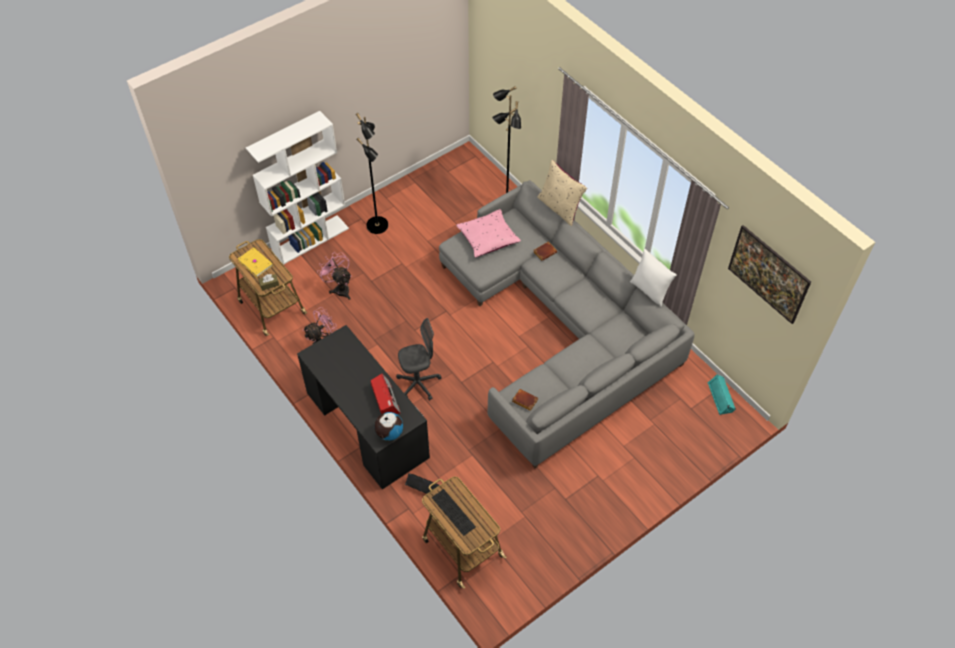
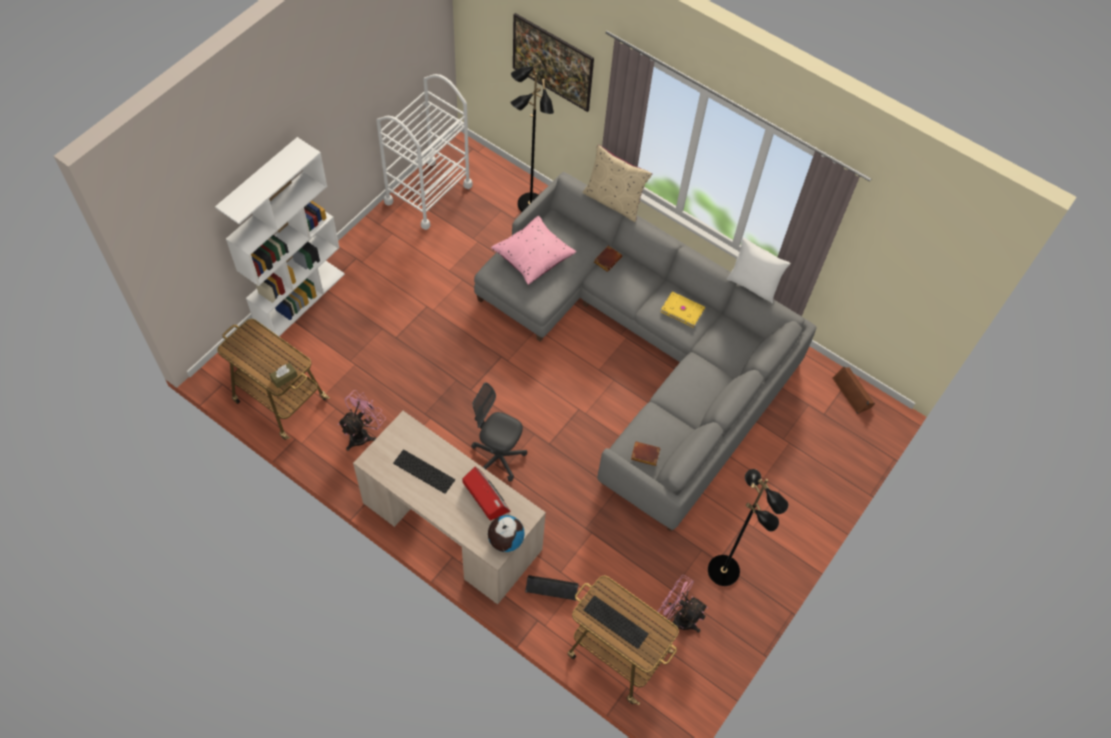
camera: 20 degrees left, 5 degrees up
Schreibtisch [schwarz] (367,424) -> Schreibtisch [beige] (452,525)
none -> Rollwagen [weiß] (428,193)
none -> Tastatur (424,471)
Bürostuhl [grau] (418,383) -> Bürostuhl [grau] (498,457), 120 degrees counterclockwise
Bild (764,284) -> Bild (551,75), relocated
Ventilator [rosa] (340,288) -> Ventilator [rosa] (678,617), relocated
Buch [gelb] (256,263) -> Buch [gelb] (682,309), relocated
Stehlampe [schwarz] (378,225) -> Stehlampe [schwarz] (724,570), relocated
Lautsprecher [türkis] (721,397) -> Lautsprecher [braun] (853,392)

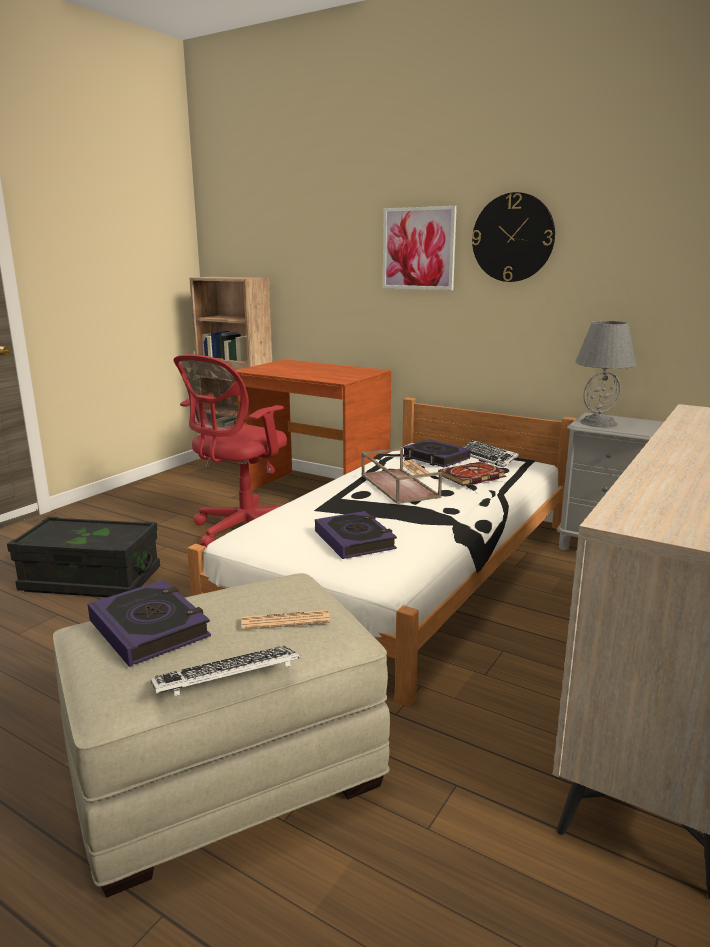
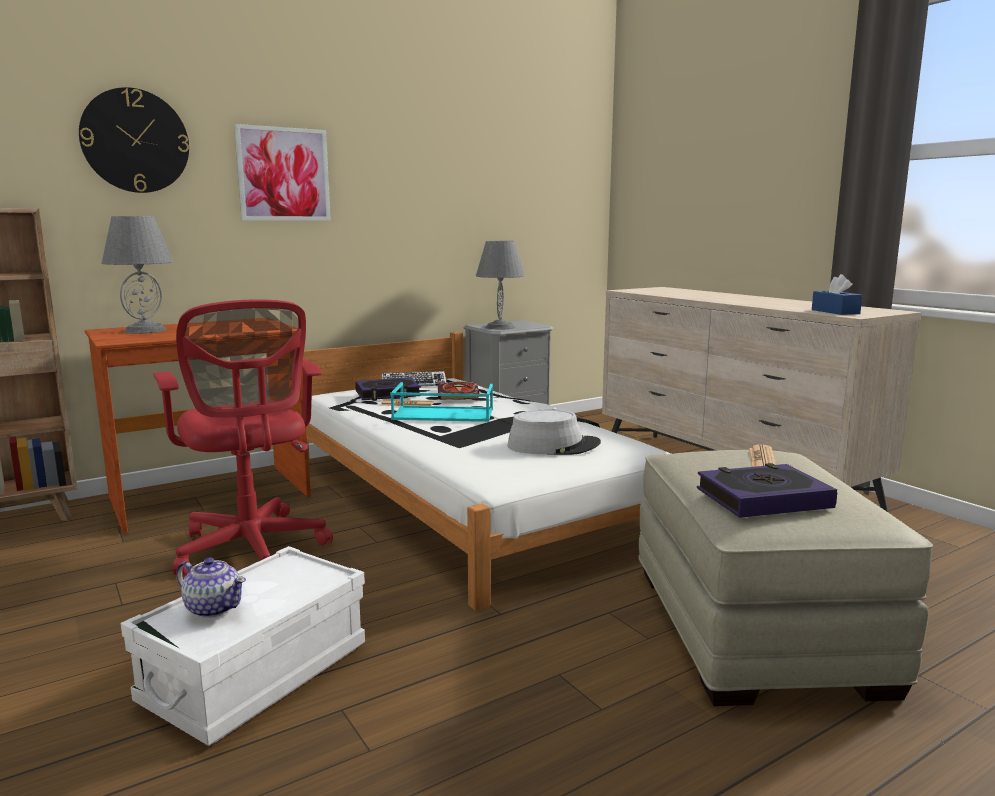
camera: 65 degrees left, 5 degrees down
Wanduhr (513,238) -> Wanduhr (135,141), relocated
none -> Tischlampe [grau] (145,330)
Aufbewahrungsbox [schwarz] (91,580) -> Aufbewahrungsbox [weiß] (257,674)
none -> Teekanne (213,608)
Tablett [braun] (398,485) -> Tablett [türkis] (442,414)
Buch (355,540) -> Hut [grau] (553,446)
none -> Taschentuchbox [blau] (835,312)
Tastatur (226,679) -> none

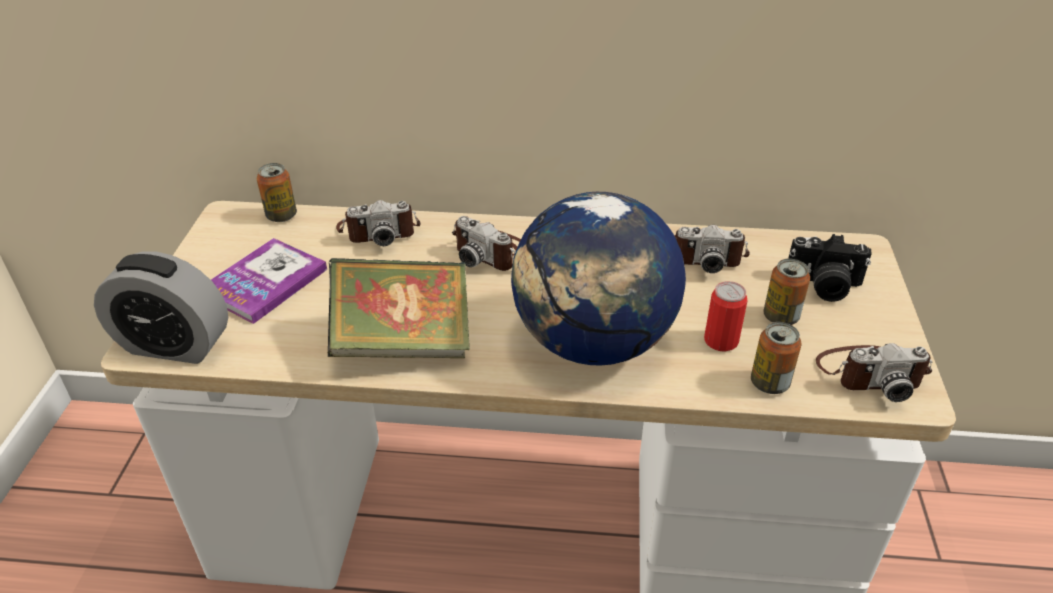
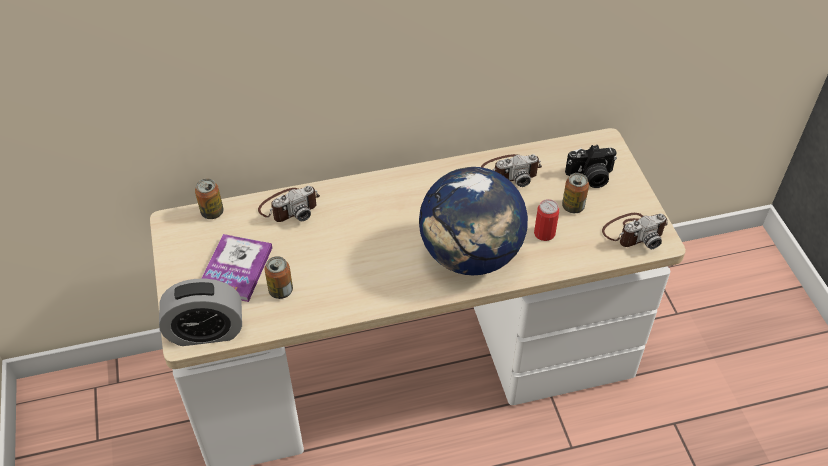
camera: 20 degrees left, 10 degrees up
Dose (769,383) -> Dose (281,290), relocated
Buch (403,343) -> none
Kamera (491,252) -> none

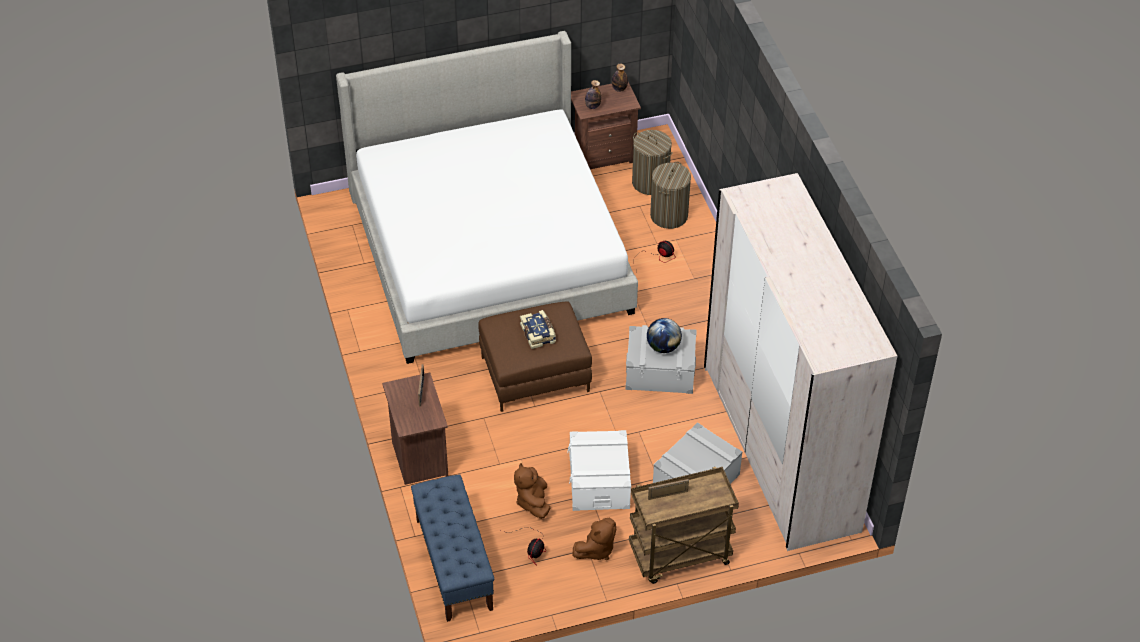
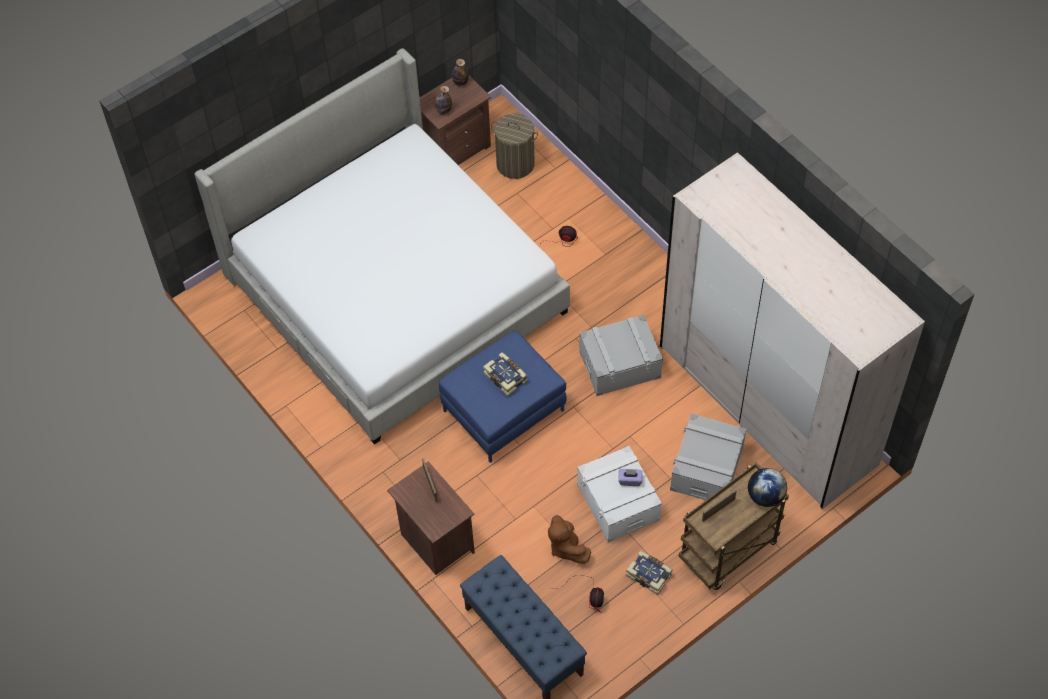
camera: 20 degrees left, 10 degrees up
Polsterhocker [braun] (535,374) -> Polsterhocker [blau] (503,410)
none -> Taschentuchbox [lila] (630,480)
Plüschtier [braun] (596,549) -> Buch (649,574)
Globus (663,347) -> Globus (765,496), relocated
Wäschekorb (669,215) -> none

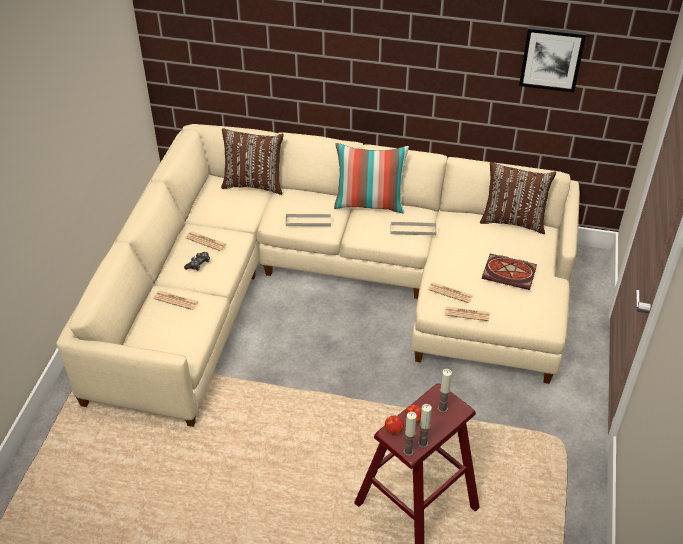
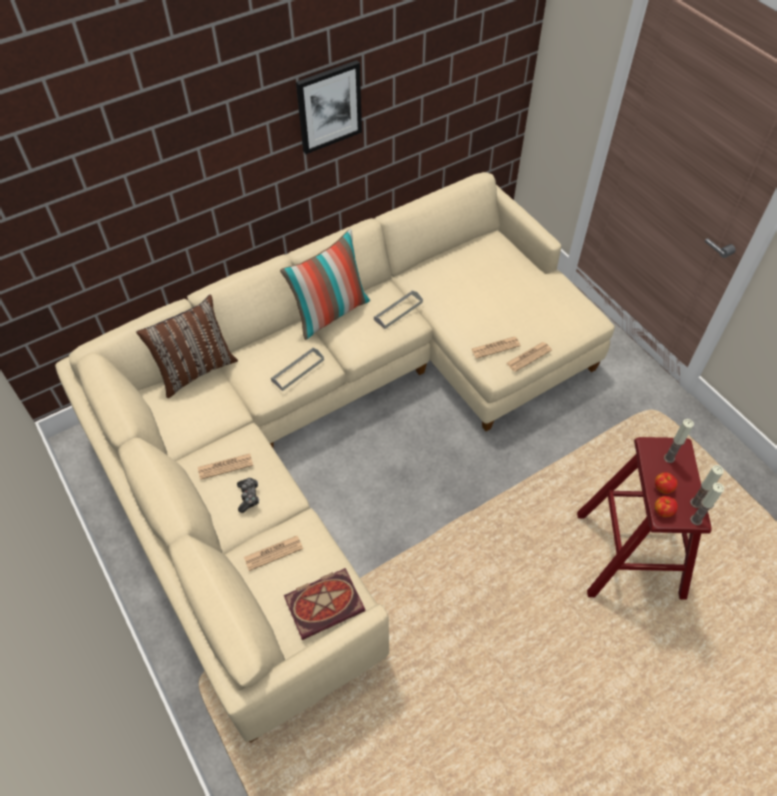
camera: 45 degrees left, 10 degrees up
Buch (510,273) -> Buch (325,602), relocated
Bild (551,58) -> Bild (329,107), relocated
Kissen [braun] (513,221) -> none

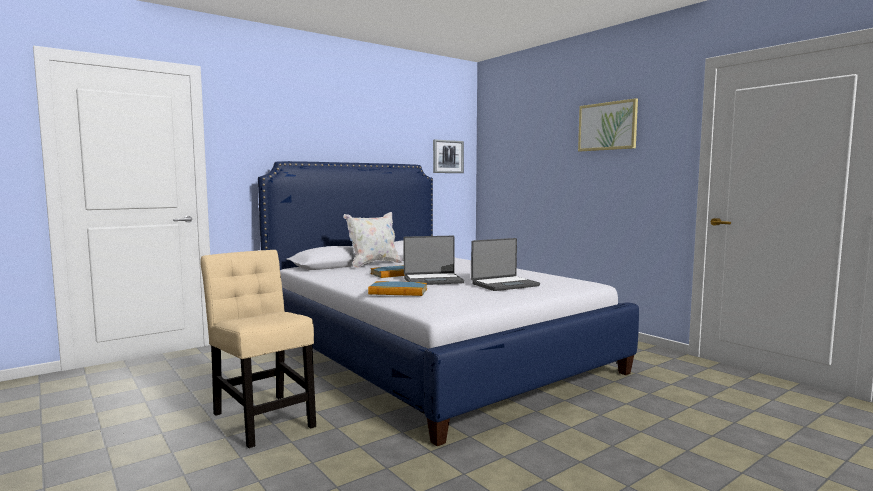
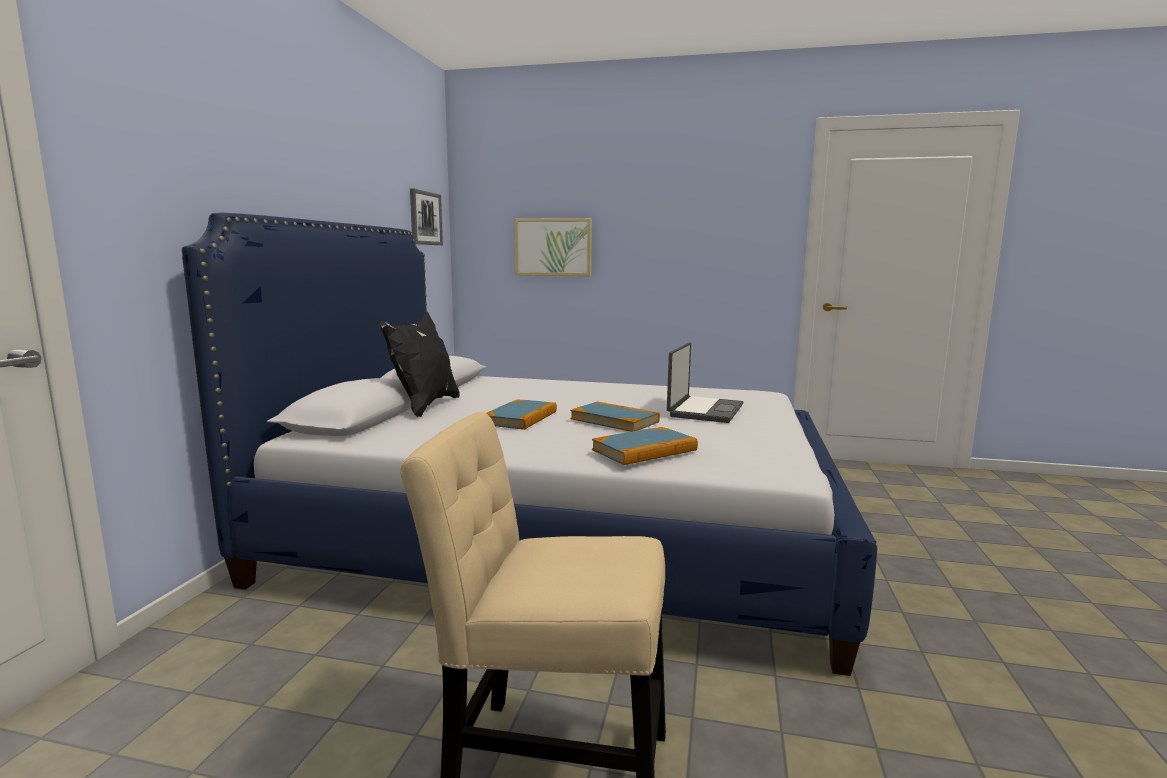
camera: 40 degrees left, 5 degrees up
Kissen [weiß] (373,264) -> Kissen [schwarz] (424,406)
Bild (607,126) -> Bild (553,247), relocated
Laptop (433,280) -> Buch (614,420)

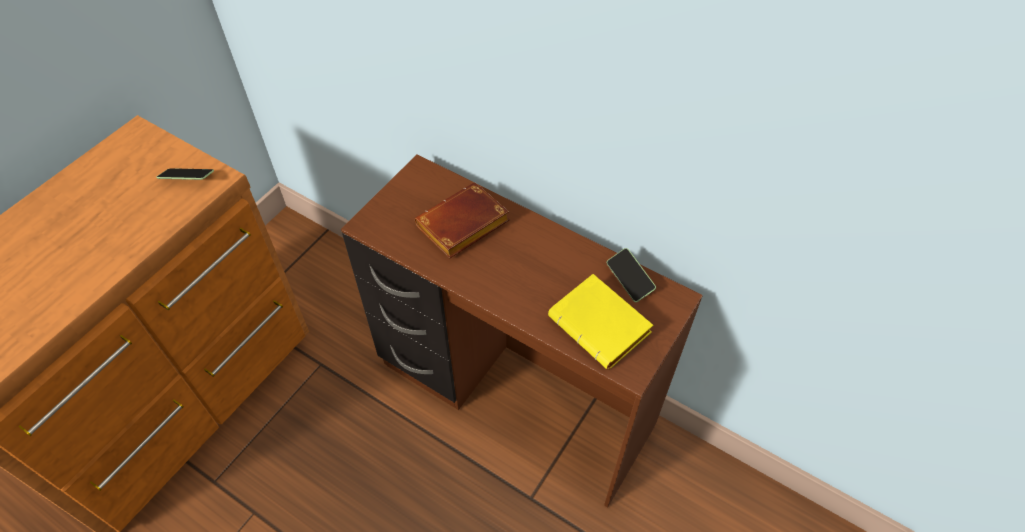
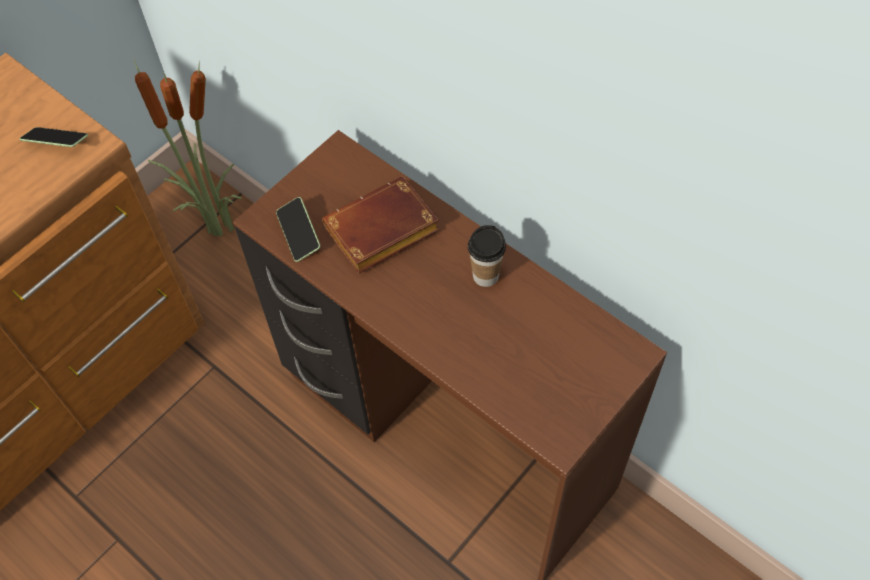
camera: 10 degrees right, 5 degrees up
none -> Topfpflanze (217,229)
Handy (629,279) -> Handy (299,234), relocated
none -> Tasse (485,276)
Buch [gelb] (603,326) -> none

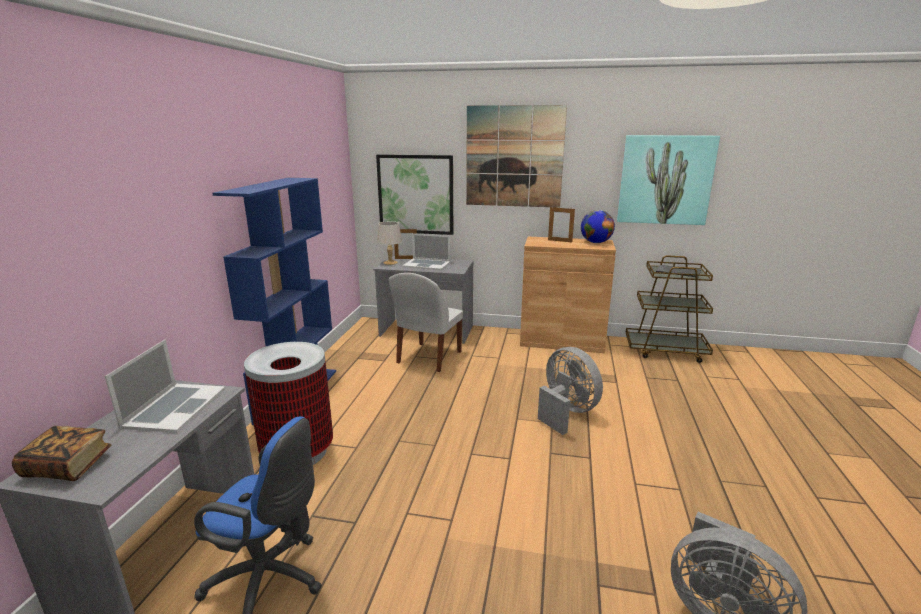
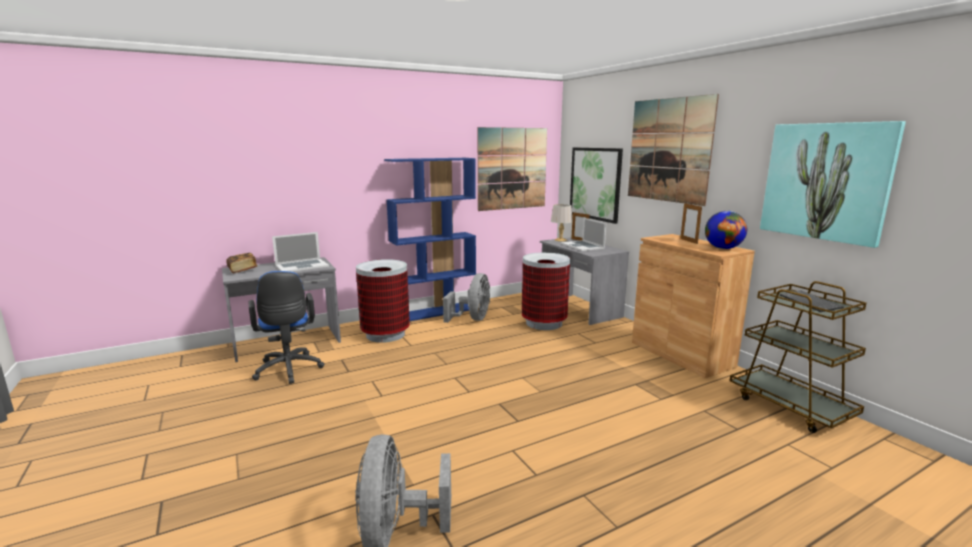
camera: 50 degrees right, 5 degrees down
Ventilator [grau] (566,412) -> Ventilator [grau] (473,319), relocated
none -> Bild (512,168)
Stuhl [weiß] (428,358) -> Mülleimer (543,323)

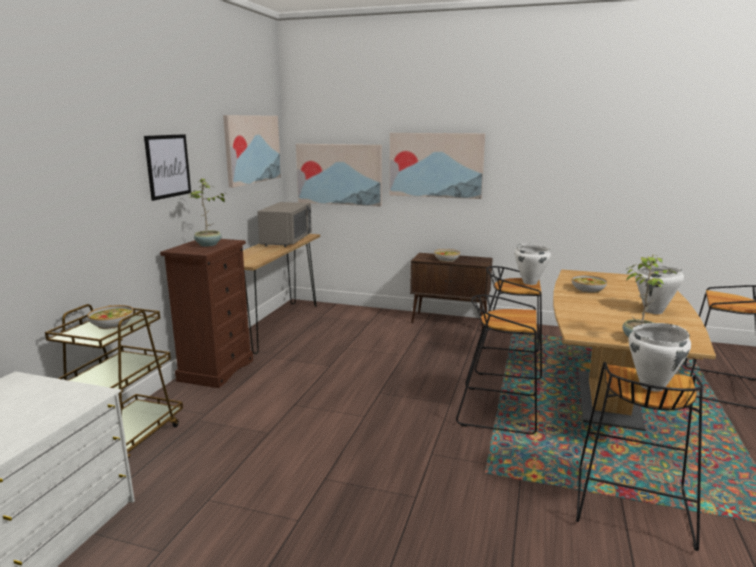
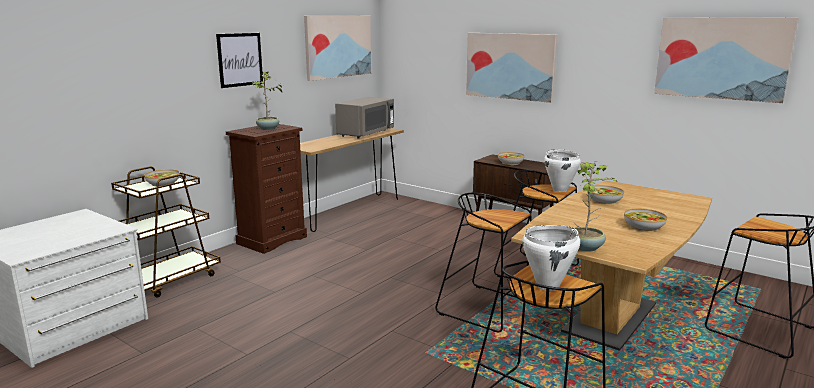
camera: 20 degrees right, 0 degrees up
Kochtopf [weiß] (654,311) -> Schüssel (644,227)
Bild (339,174) -> Bild (721,58), relocated

